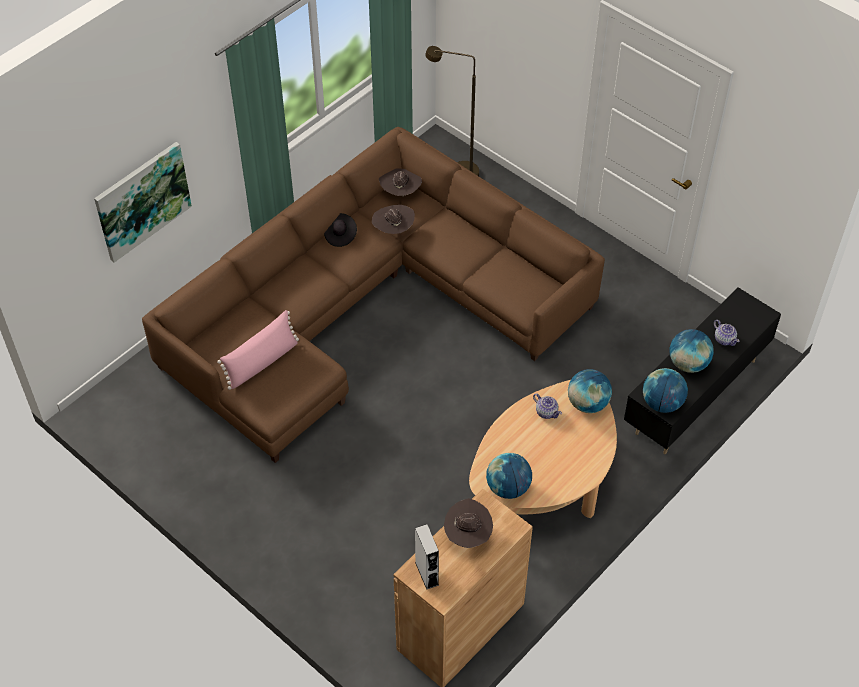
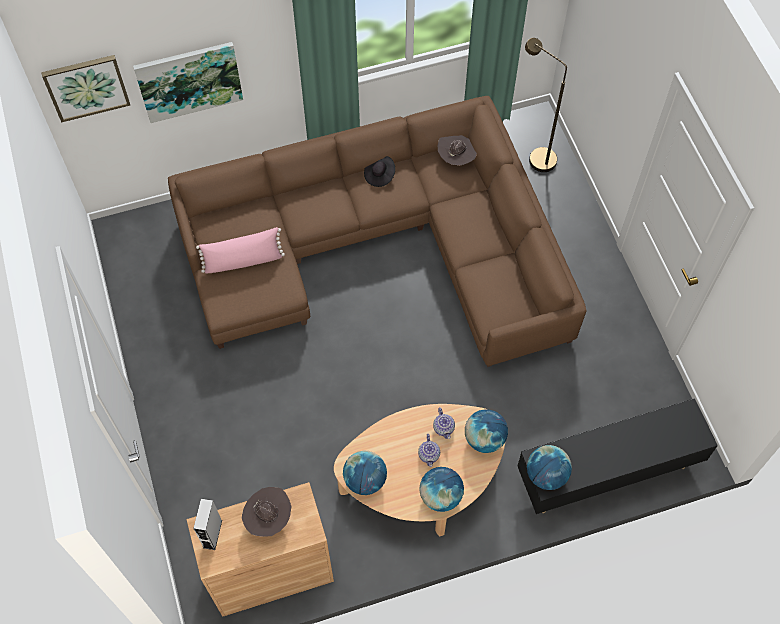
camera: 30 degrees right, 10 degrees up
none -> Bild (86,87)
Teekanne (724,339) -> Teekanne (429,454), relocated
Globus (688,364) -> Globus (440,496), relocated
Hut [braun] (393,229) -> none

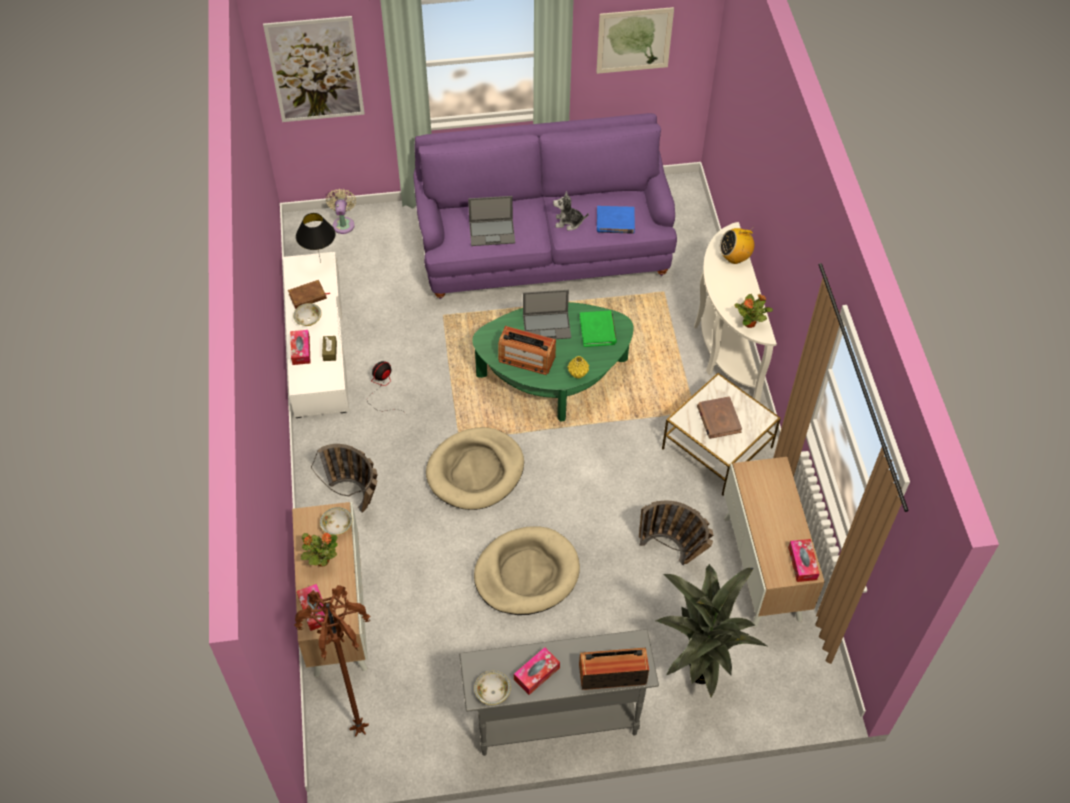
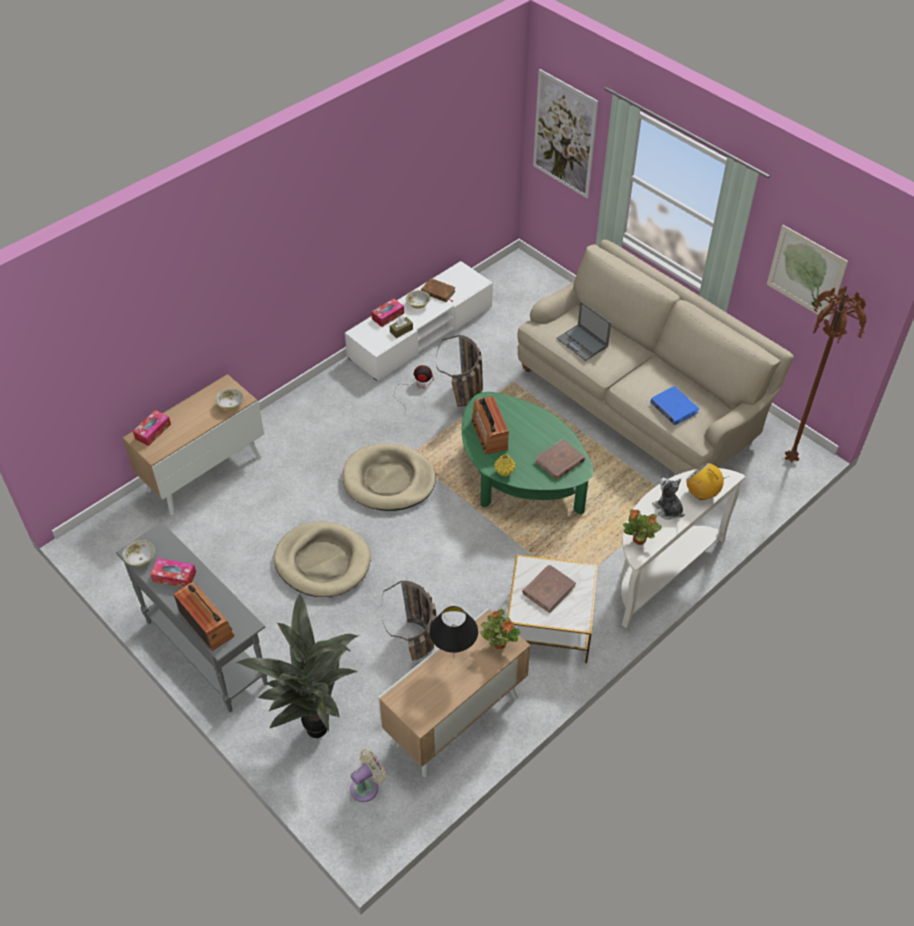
camera: 55 degrees right, 5 degrees down
Ventilator [beige] (343,223) -> Ventilator [beige] (367,786), relocated
Tischlampe [schwarz] (320,262) -> Tischlampe [schwarz] (453,658), relocated
Korb (358,500) -> Korb (465,399), relocated
Topfpflanze (322,560) -> Topfpflanze (499,643), relocated
Sofa [lila] (543,247) -> Sofa [beige] (639,402)
Buch [grün] (598,330) -> Buch [braun] (560,461)
Plüschtier (568,222) -> Plüschtier (668,510), relocated
Stehlampe [braun] (360,728) -> Stehlampe [braun] (792,459), relocated
Laptop (547,326) -> none
Taschentuchbox (802,563) -> none

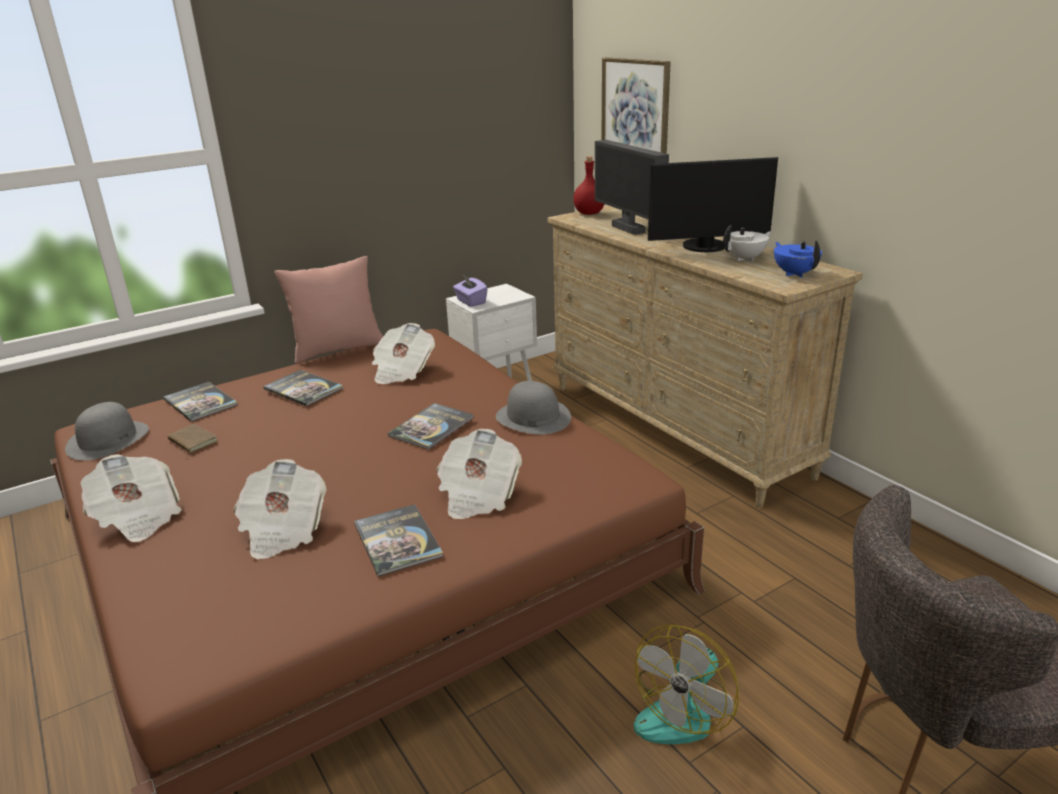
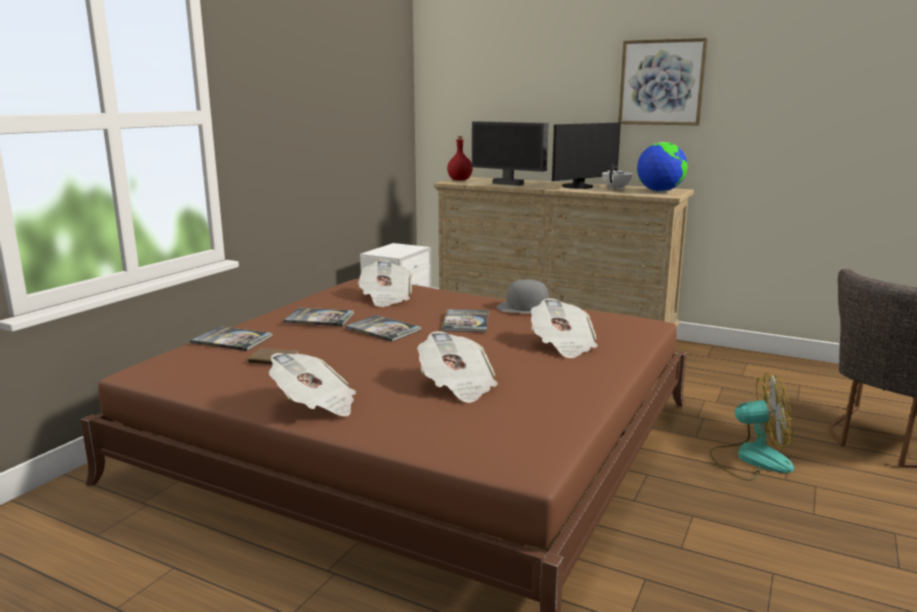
camera: 30 degrees left, 10 degrees down
Buch (397,540) -> Buch (383,329), relocated
Bild (635,111) -> Bild (661,82), relocated
Teekanne [blau] (794,273) -> Globus (660,191)
Ventilator (683,711) -> Ventilator (750,459), 90 degrees counterclockwise
Hut [grau] (108,439) -> none
Kissen [rosa] (338,350) -> none
Taschentuchbox [lila] (470,302) -> none

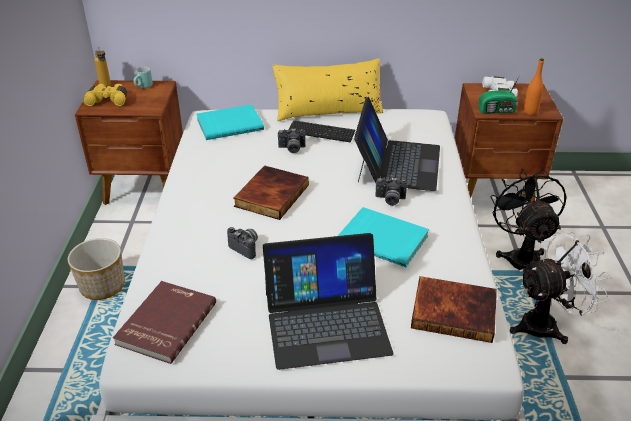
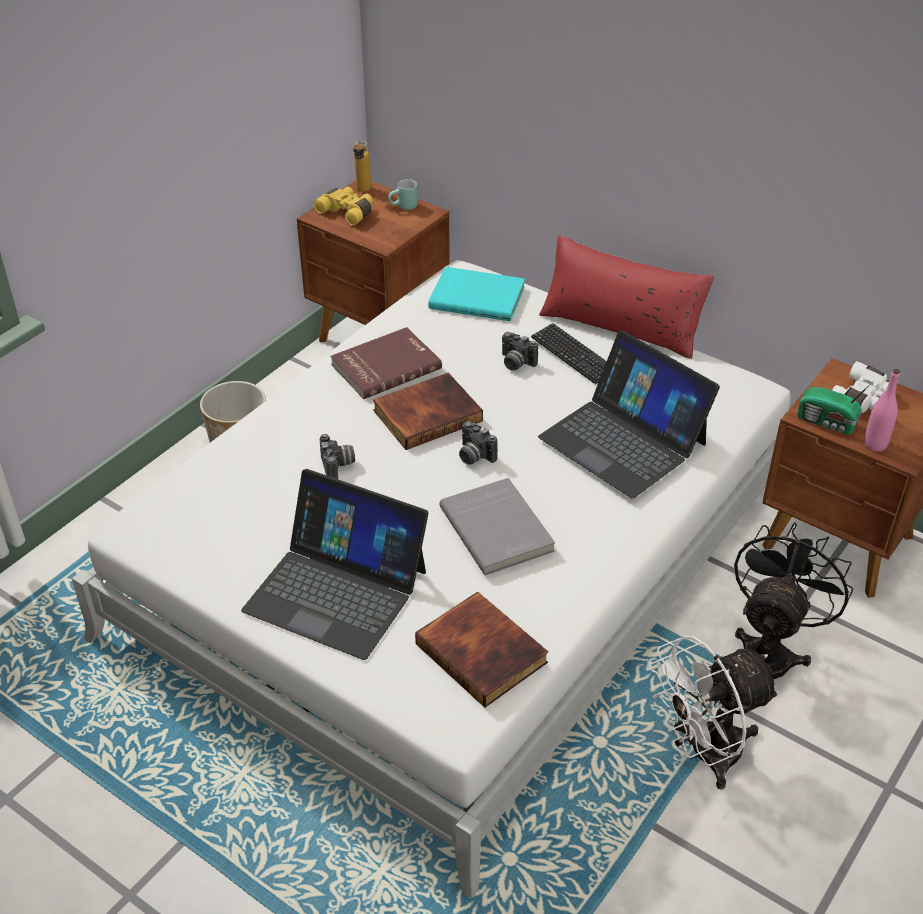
camera: 35 degrees right, 5 degrees up
Buch [rot] (165,323) -> Buch [rot] (385,365), relocated
Buch [türkis] (383,238) -> Buch [grau] (498,528)
Kamera (390,200) -> Kamera (473,456), relocated
Laptop (397,163) -> Laptop (623,440), 90 degrees clockwise
Kissen [gelb] (328,111) -> Kissen [rot] (621,326)
Ventilator [weiß] (546,324) -> Ventilator [weiß] (704,754), 135 degrees clockwise
Flasche [orange] (530,112) -> Flasche [rosa] (875,444)

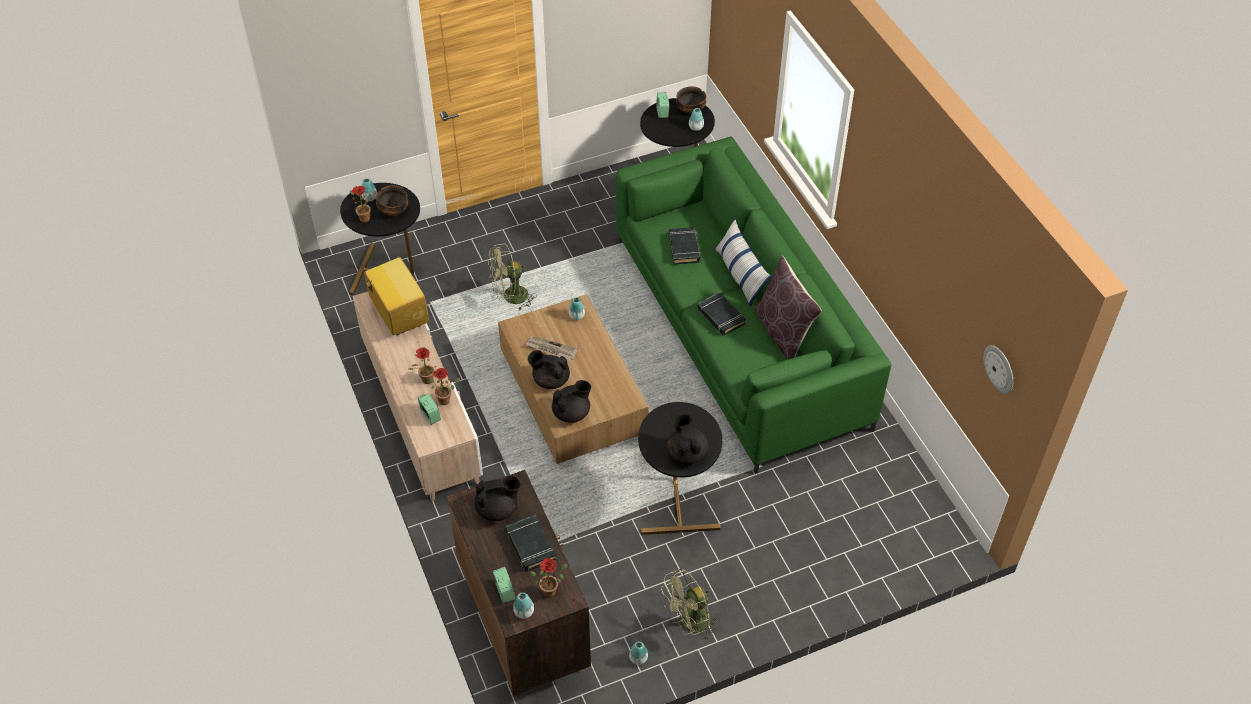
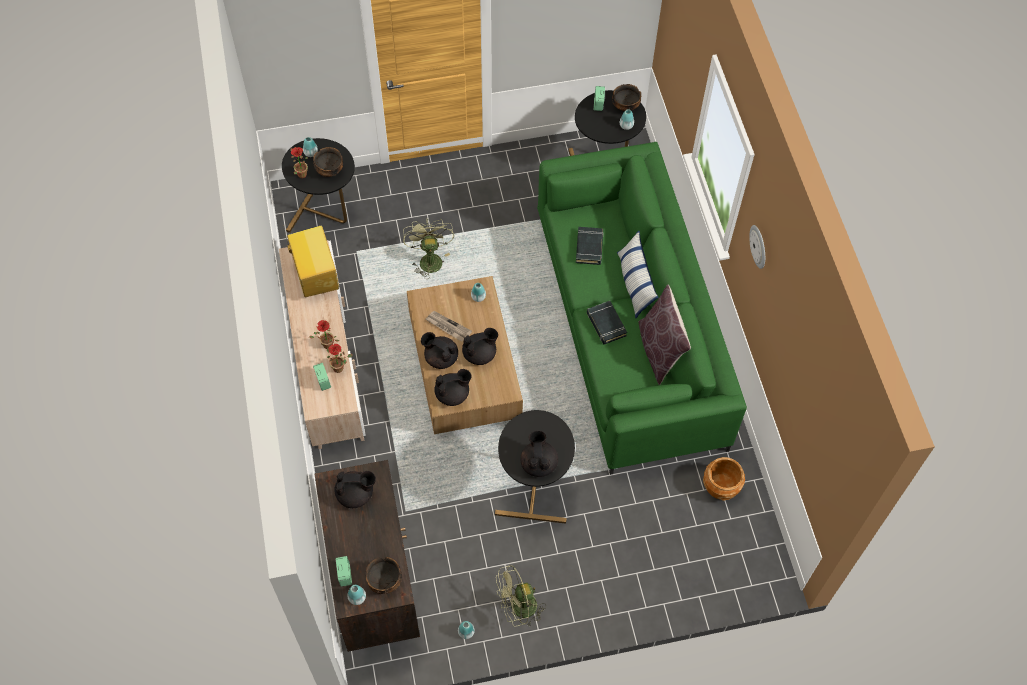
camera: 10 degrees right, 10 degrees up
Topfpflanze (551,590) -> Schüssel (385,581)
Ventilator [grün] (510,297) -> Ventilator [grün] (429,259), 90 degrees clockwise
none -> Teekanne [schwarz] (480,354)
none -> Pflanzkübel [braun] (721,487)
Wanduhr (999,368) -> Wanduhr (759,246), relocated
Buch [schwarz] (530,545) -> none

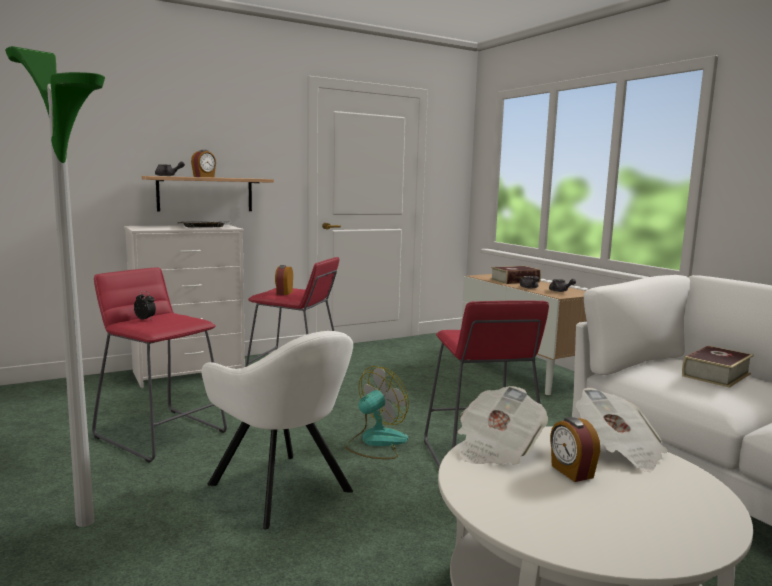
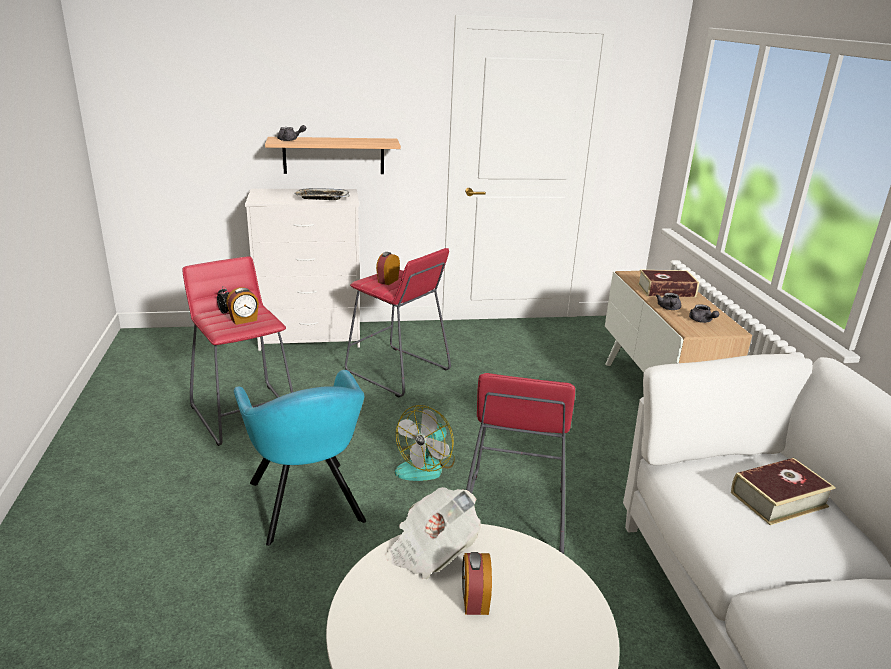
camera: 20 degrees right, 15 degrees up
Wecker (204,177) -> Wecker (244,320), relocated
Sessel [weiß] (283,490) -> Sessel [türkis] (307,505)
Ventilator (376,442) -> Ventilator (426,466), 150 degrees clockwise
Stehlampe (84,522) -> none
Zeitung (619,451) -> none

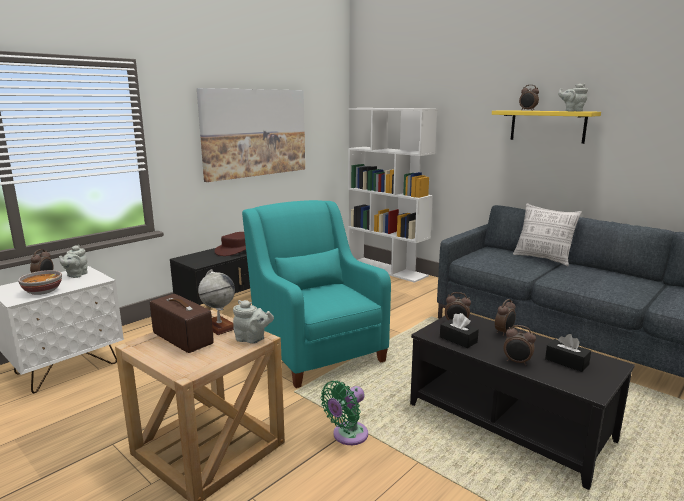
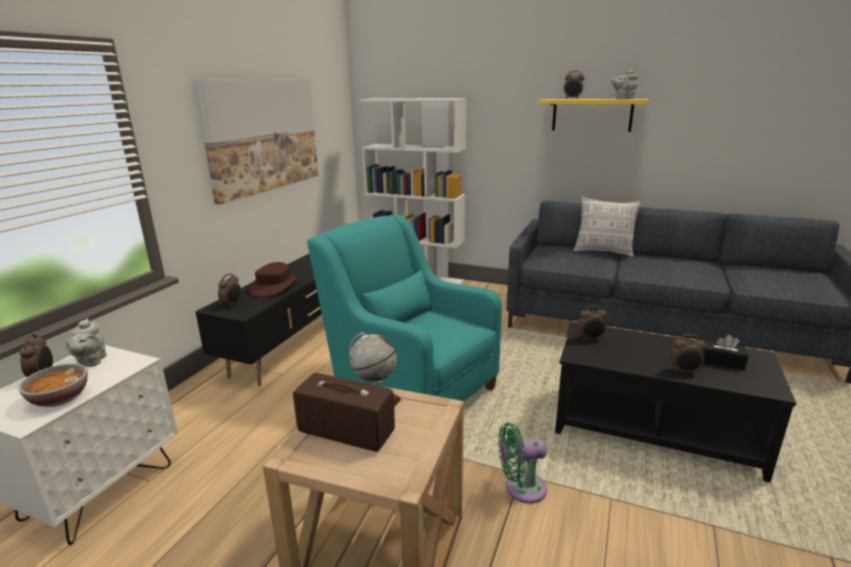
camera: 20 degrees left, 5 degrees up
Wecker (504,332) -> Wecker (232,304), relocated
Ventilator [grün] (347,435) -> Ventilator [grün] (521,488), 60 degrees clockwise
Teekanne [grau] (252,339) -> none
Taschentuchbox [schwarz] (458,339) -> none

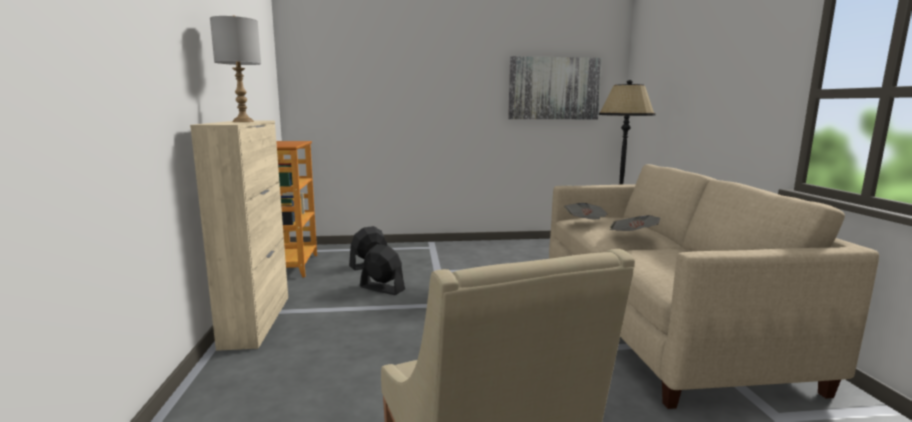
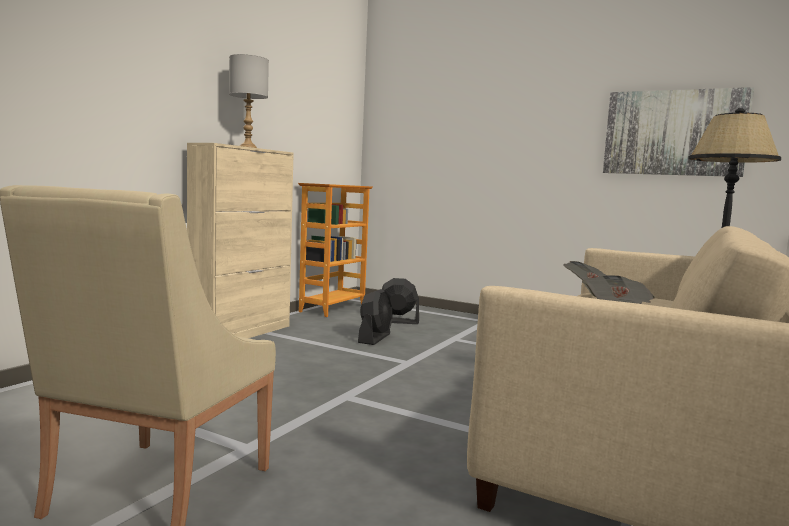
camera: 35 degrees right, 5 degrees down
Ventilator [schwarz] (382,288) -> Ventilator [schwarz] (374,338), 45 degrees clockwise

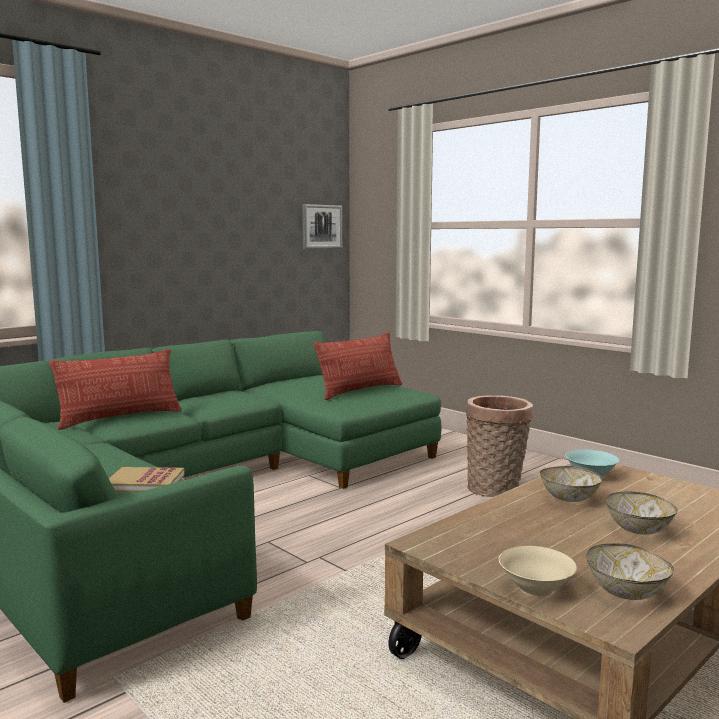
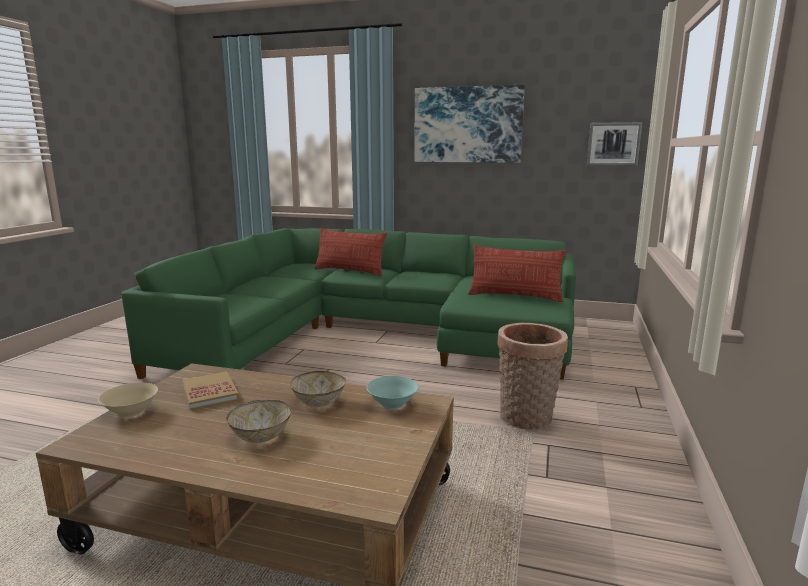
camera: 60 degrees right, 5 degrees up
Buch (145,483) -> Buch (210,393), relocated
none -> Bild (467,125)
Schüssel (627,593) -> none

